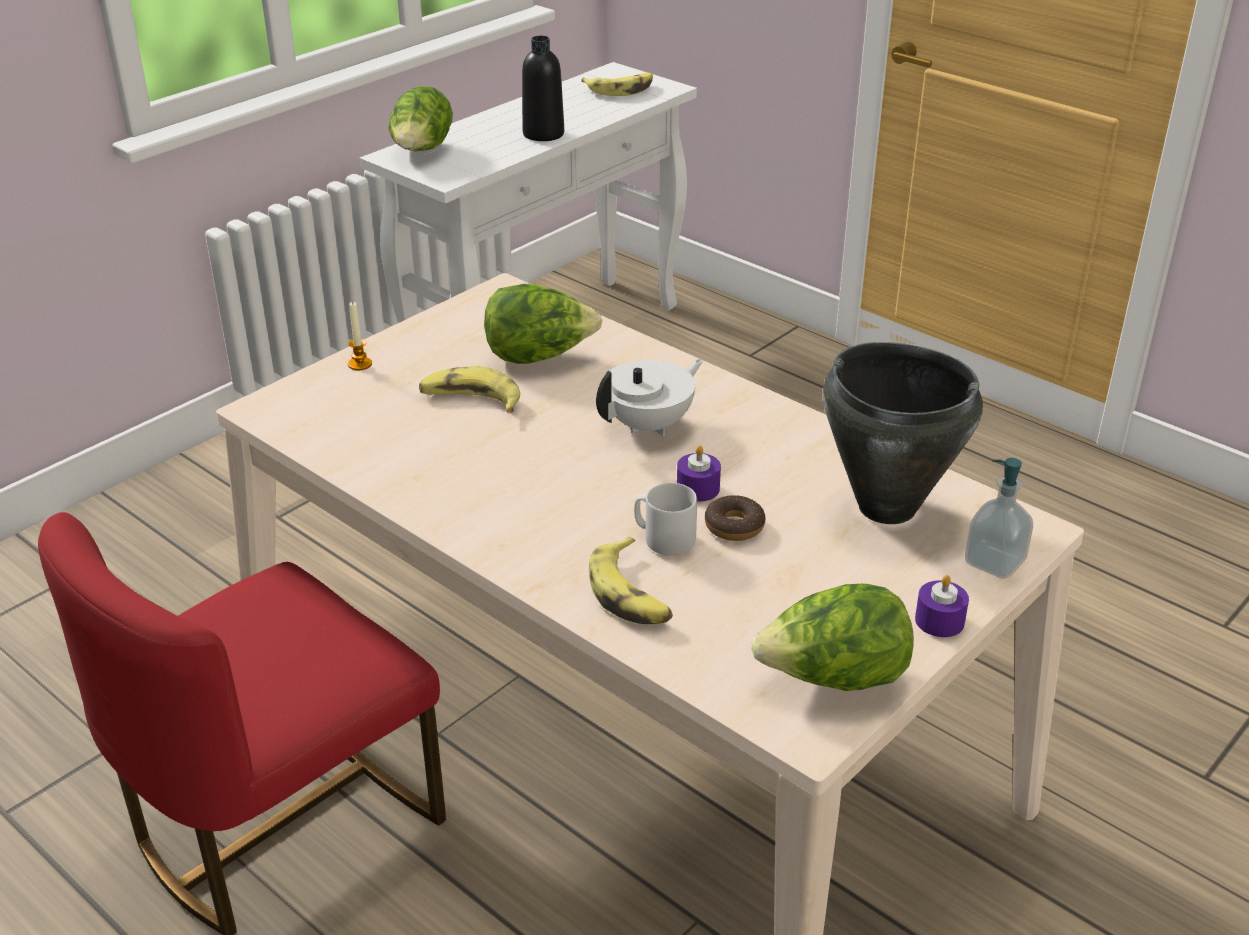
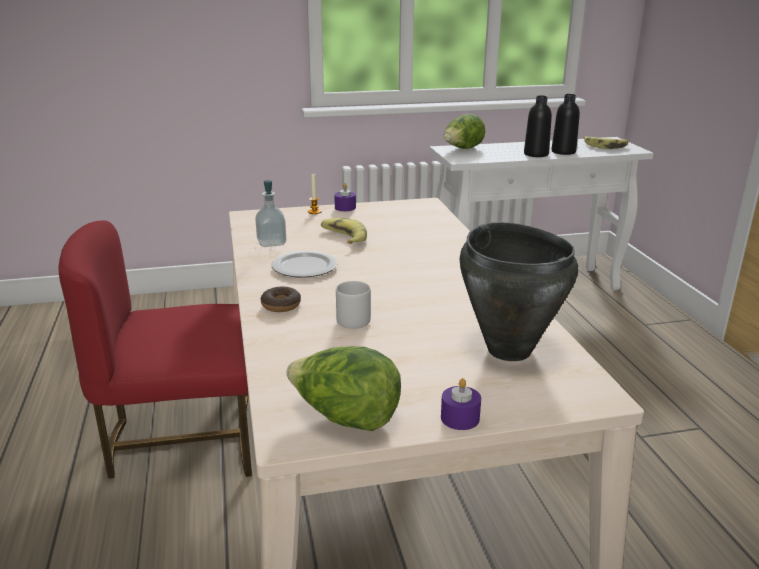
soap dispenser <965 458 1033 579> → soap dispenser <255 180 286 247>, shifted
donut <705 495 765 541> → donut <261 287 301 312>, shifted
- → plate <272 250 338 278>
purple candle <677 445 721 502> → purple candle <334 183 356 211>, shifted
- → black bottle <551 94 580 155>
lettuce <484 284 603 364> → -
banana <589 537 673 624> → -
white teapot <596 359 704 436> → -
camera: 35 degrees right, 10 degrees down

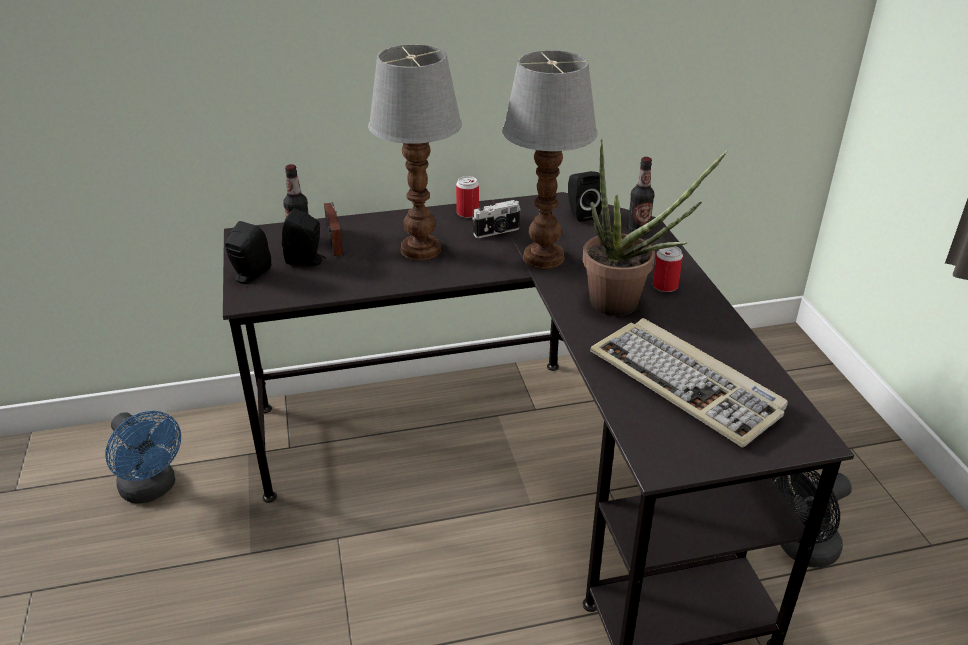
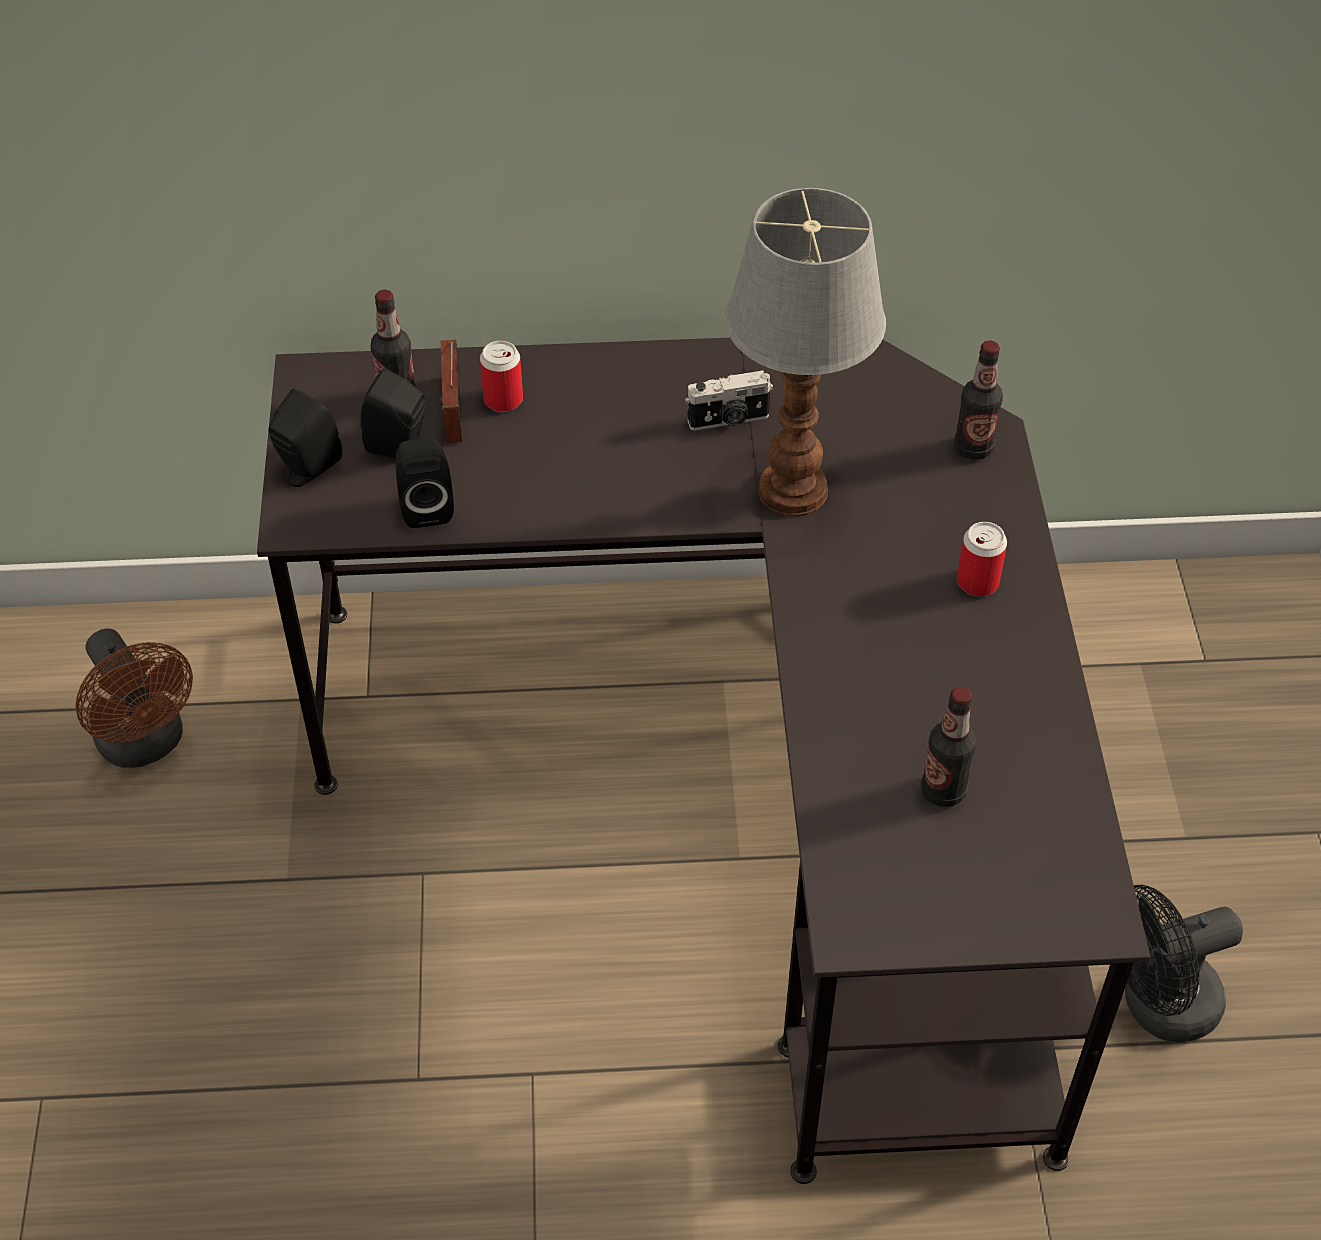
blue fan <105 411 181 504> → brown fan <75 628 193 768>
black speaker <568 171 602 222> → black speaker <396 438 454 528>, shifted
can <456 176 479 218> → can <480 341 523 412>, shifted
keyboard <590 318 788 448> → bottle <921 687 977 807>
table lamp <368 45 462 261> → -
potted plant <583 139 727 316> → -
camera: 10 degrees right, 15 degrees up

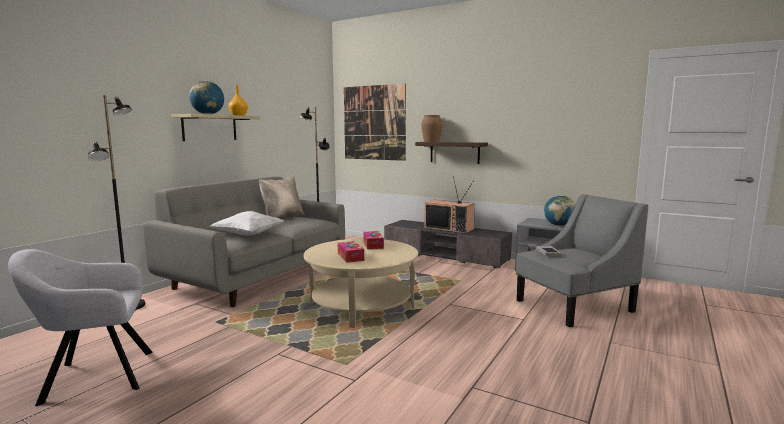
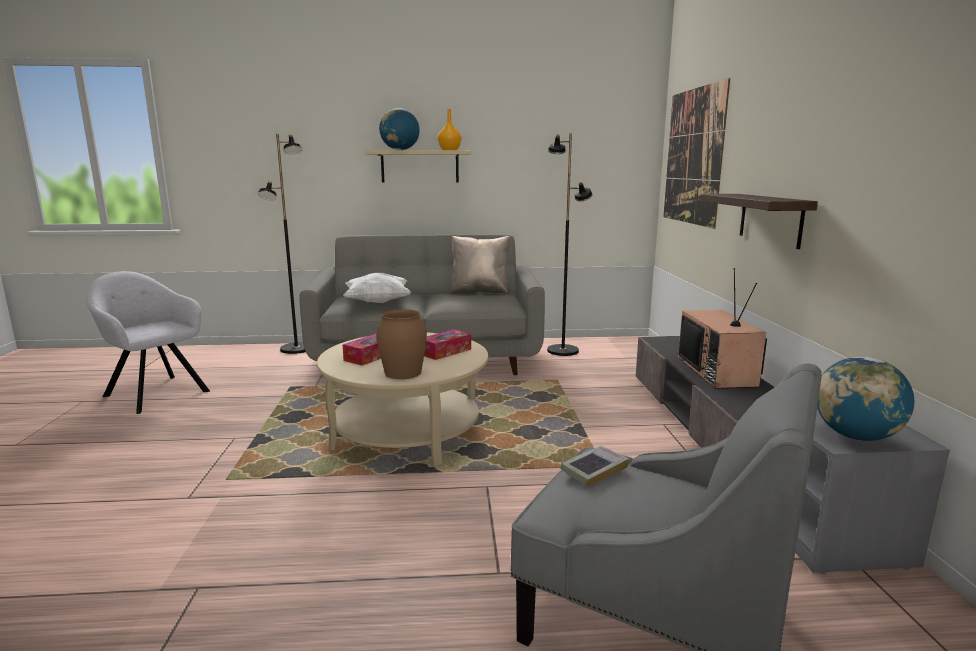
brown vase <421 115 443 142> → brown vase <376 309 427 379>, shifted
camera: 55 degrees right, 5 degrees up

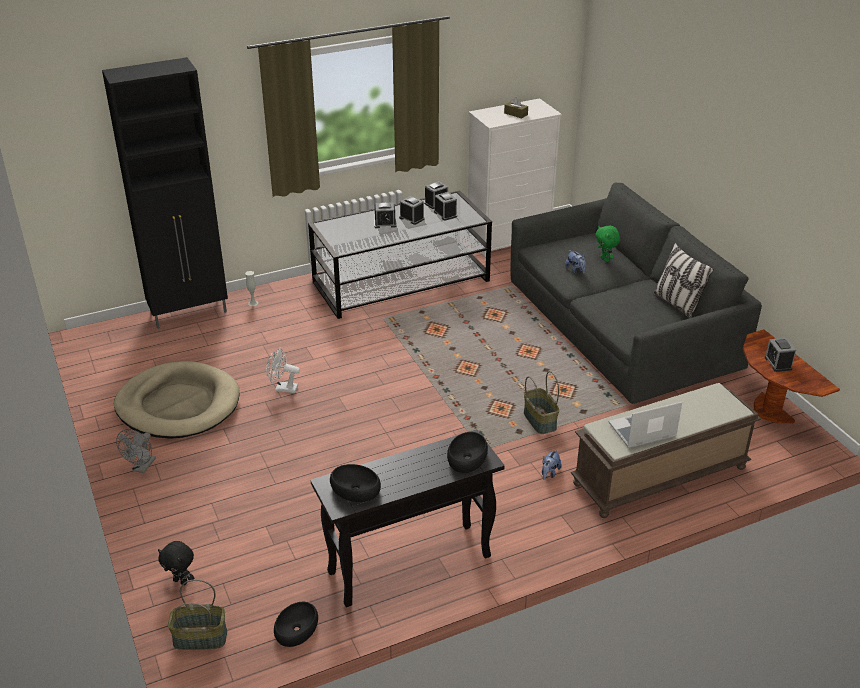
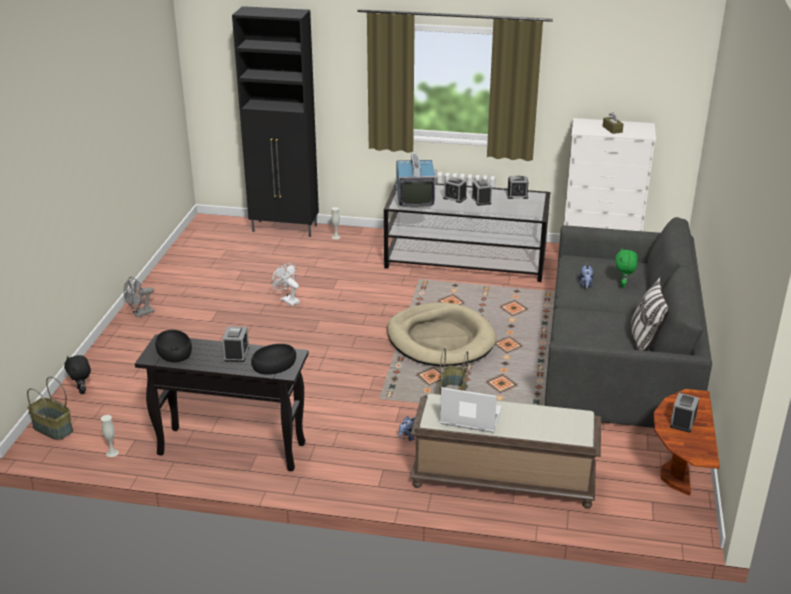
black bowl <274 602 318 647> → white vase <101 415 119 457>
alarm clock <434 192 457 221> → alarm clock <222 326 249 362>, shifted
beige dog bed <114 361 240 439> → beige dog bed <387 303 497 367>, shifted
- → television <396 153 437 208>
camera: 35 degrees right, 5 degrees down

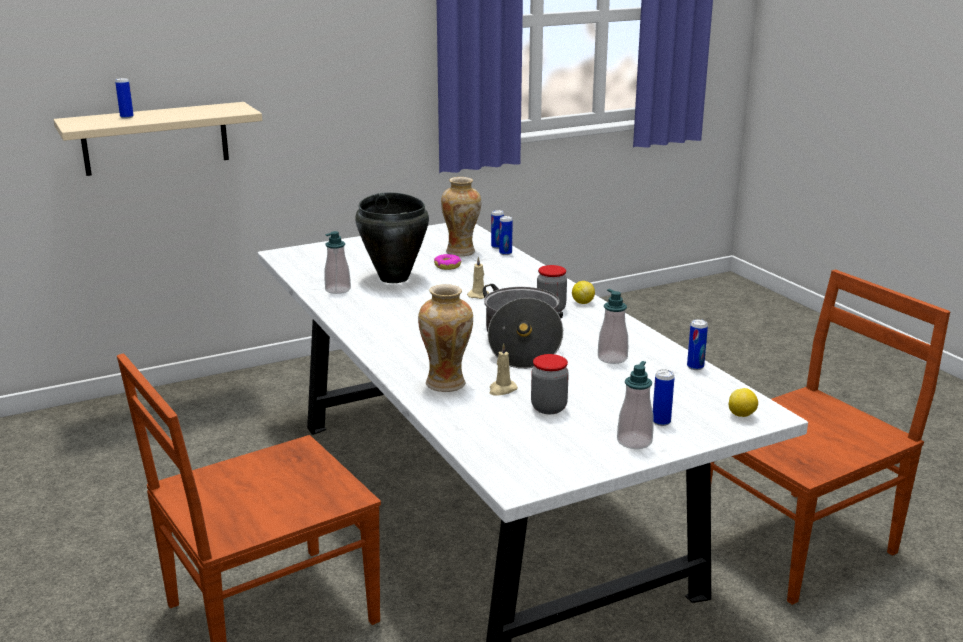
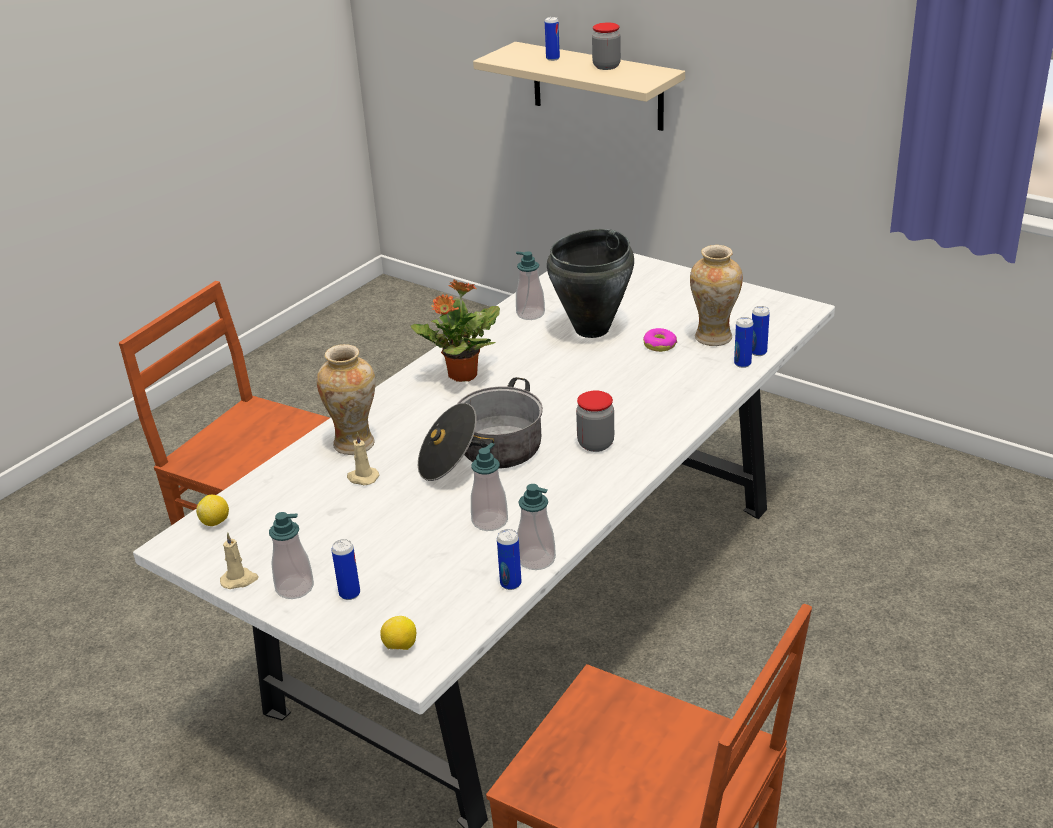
lemon <572 281 595 304> → lemon <196 495 229 526>, shifted
beige candle <467 256 489 299> → beige candle <220 532 259 589>, shifted
- → potted plant <411 280 500 382>
- → soap dispenser <517 484 556 570>
jar <531 354 569 414> → jar <592 22 621 70>, shifted
camera: 65 degrees right, 10 degrees up

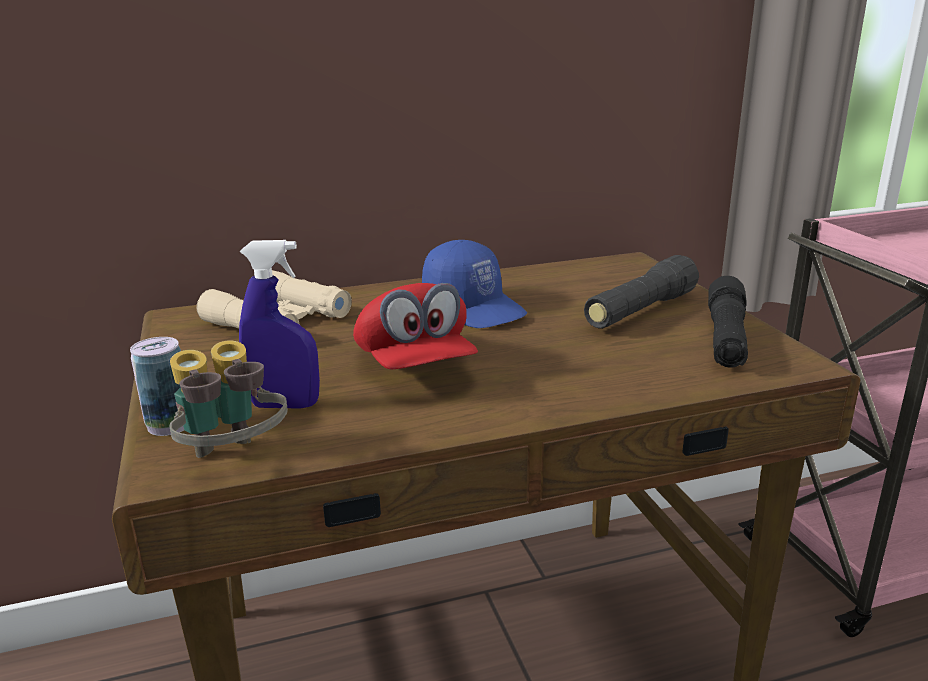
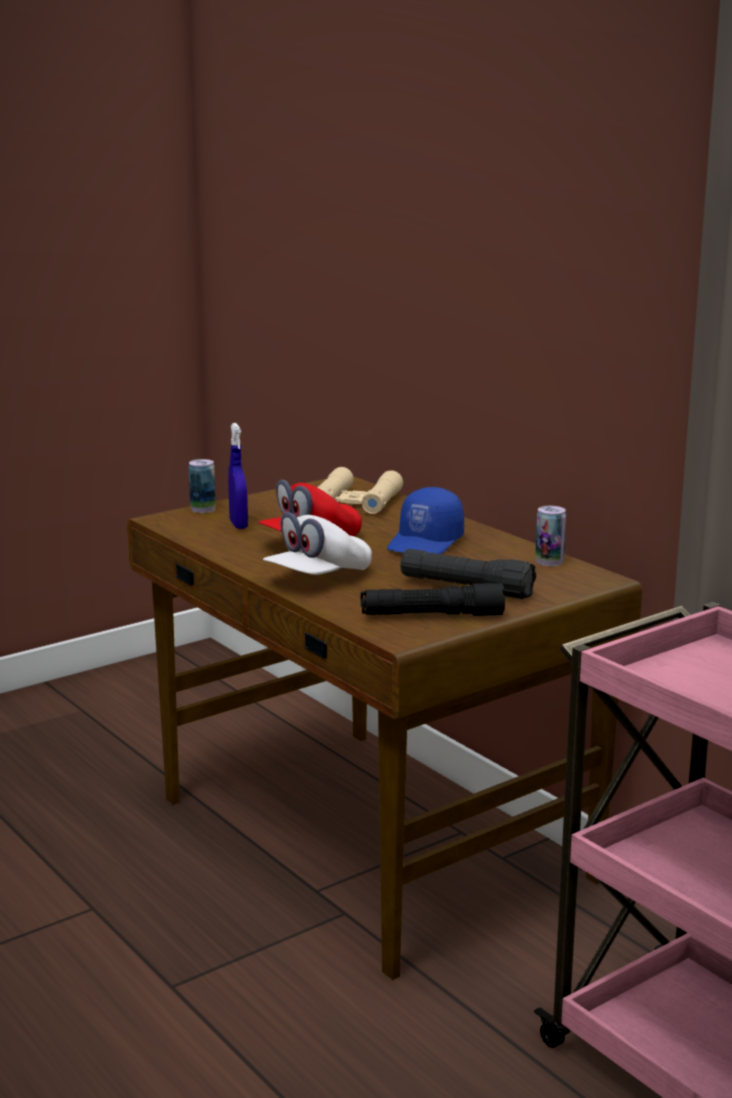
- → white cap <263 512 372 575>
- → can <535 506 566 566>
binoculars <170 340 288 458> → -
camera: 70 degrees right, 5 degrees down

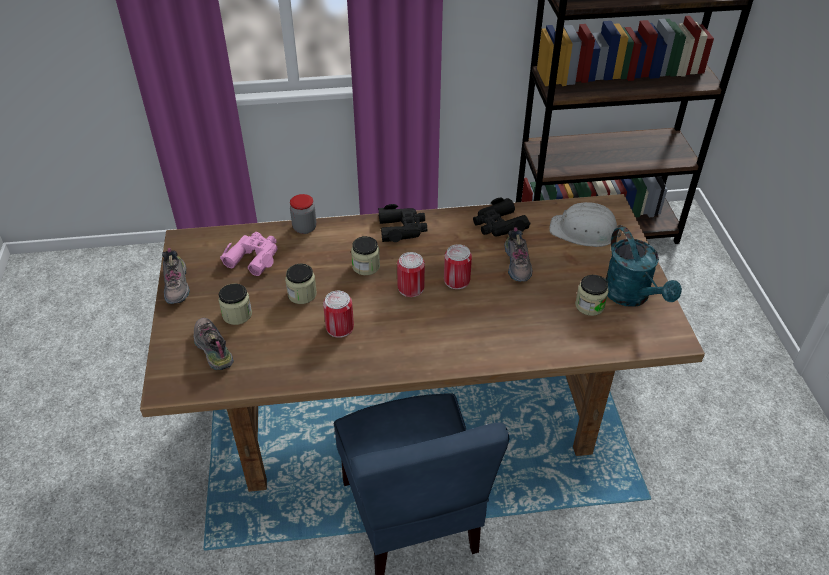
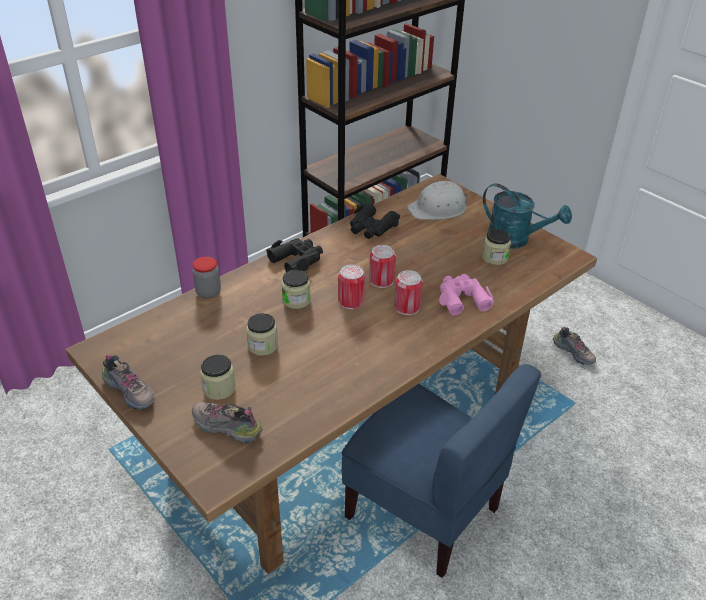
can <323 291 354 338> → can <394 270 423 315>, shifted
pink binoculars <220 232 278 276> → pink binoculars <439 274 494 315>, shifted
shoe <504 227 533 282> → shoe <553 327 596 365>, shifted
camera: 35 degrees left, 5 degrees down

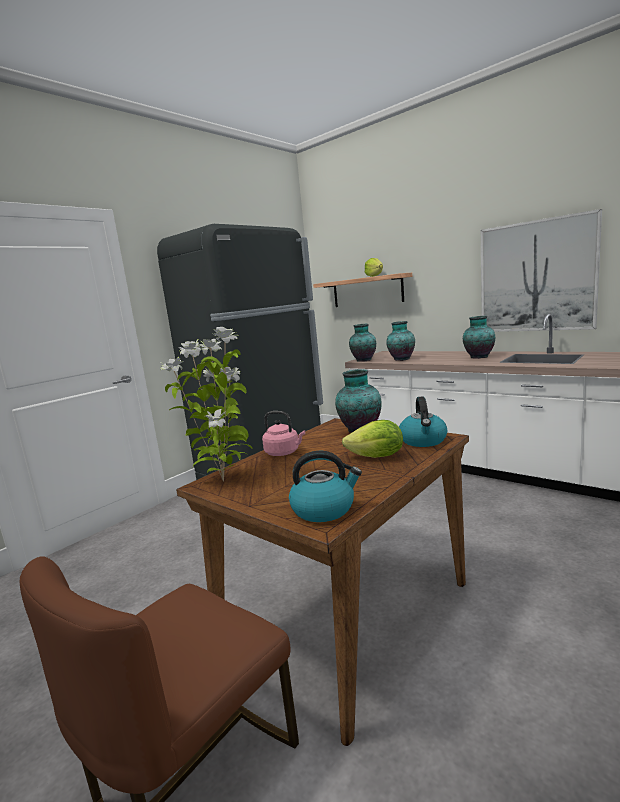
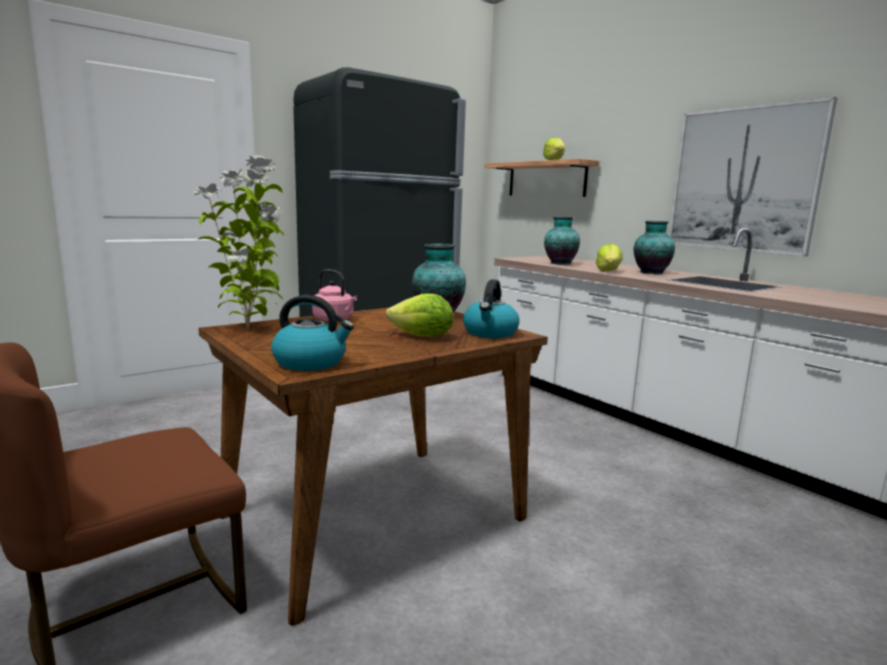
- → lettuce <596 244 622 271>
vase <349 324 376 362> → -
camera: 10 degrees right, 0 degrees up

